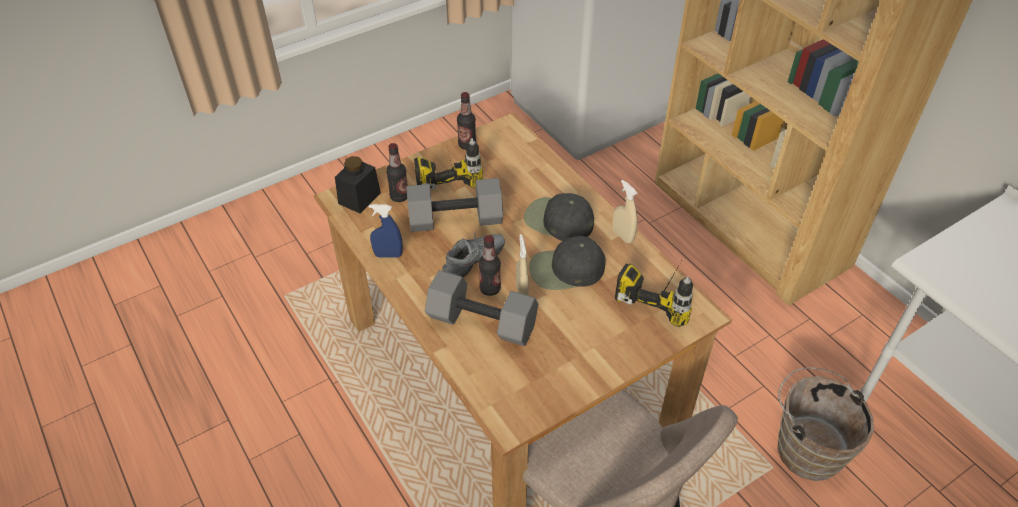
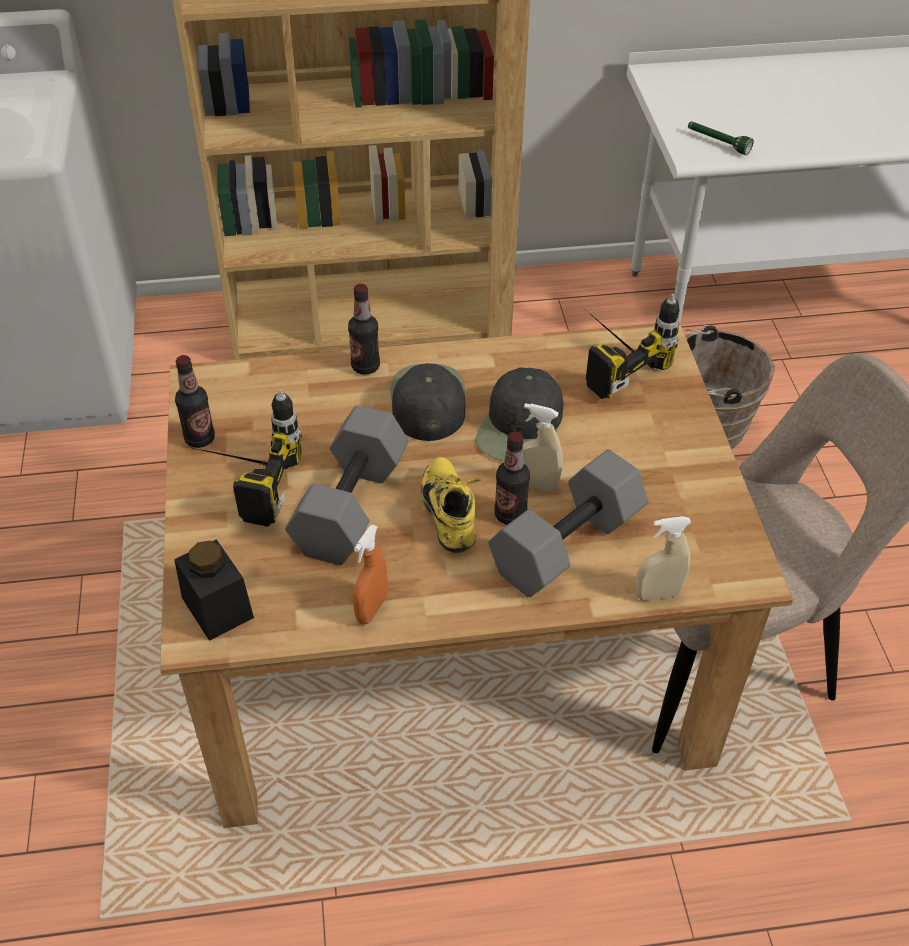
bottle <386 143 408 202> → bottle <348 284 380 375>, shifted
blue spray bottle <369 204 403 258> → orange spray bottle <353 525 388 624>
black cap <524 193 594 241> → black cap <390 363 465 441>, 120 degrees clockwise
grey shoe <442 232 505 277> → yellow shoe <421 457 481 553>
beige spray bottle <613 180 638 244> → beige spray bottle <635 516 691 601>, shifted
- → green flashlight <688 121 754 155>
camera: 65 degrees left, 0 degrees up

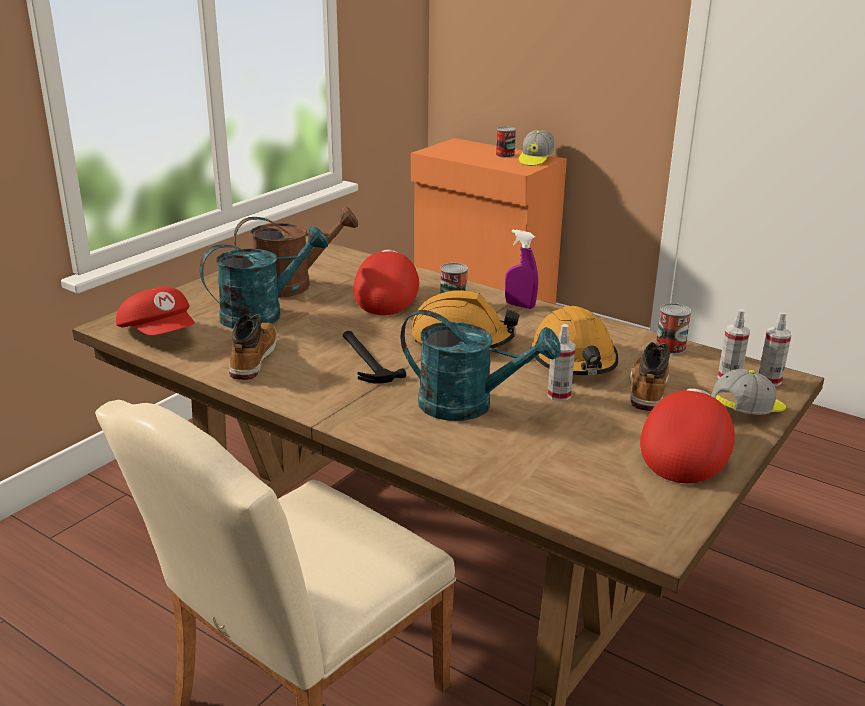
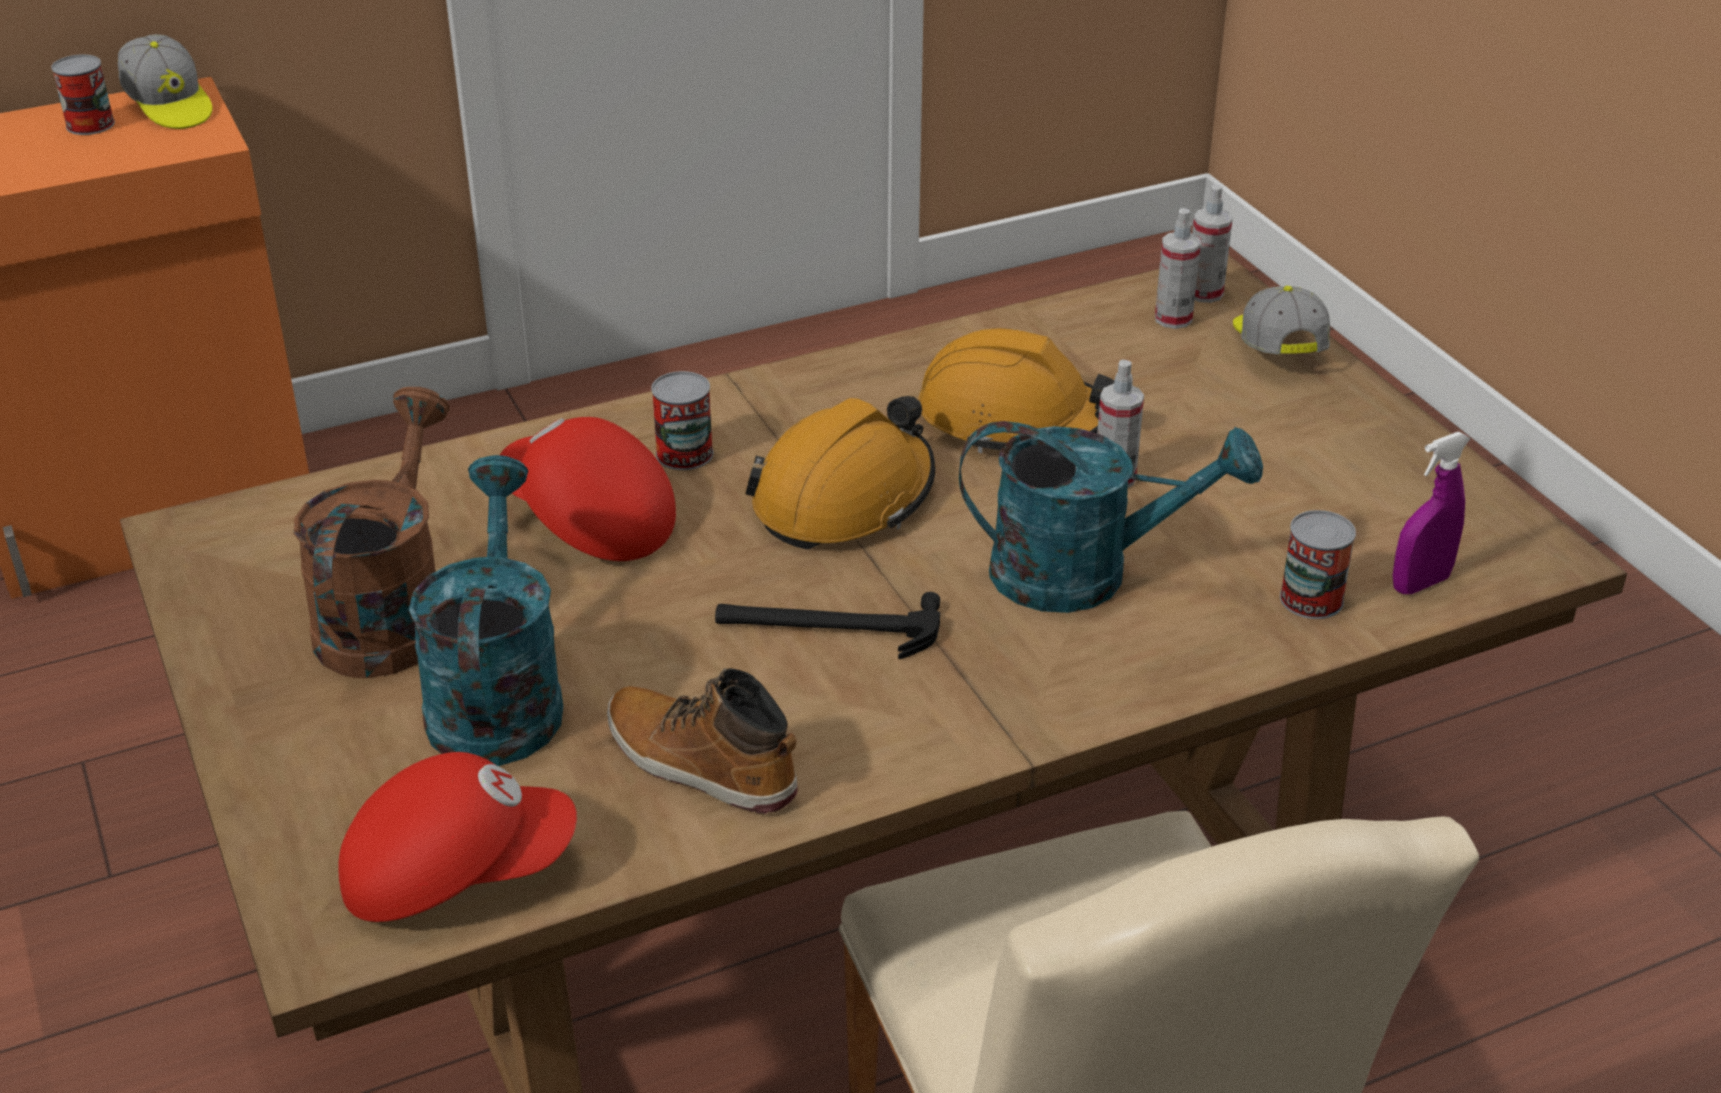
turquoise watering can <400 310 561 421> → turquoise watering can <959 421 1263 613>, 45 degrees clockwise
can <656 303 692 354> → can <1280 510 1356 619>, shifted
purple spray bottle <505 230 538 309> → purple spray bottle <1393 431 1471 594>, shifted
boot <630 342 670 411> → -
red cap <640 388 735 483> → -
camera: 60 degrees left, 10 degrees up

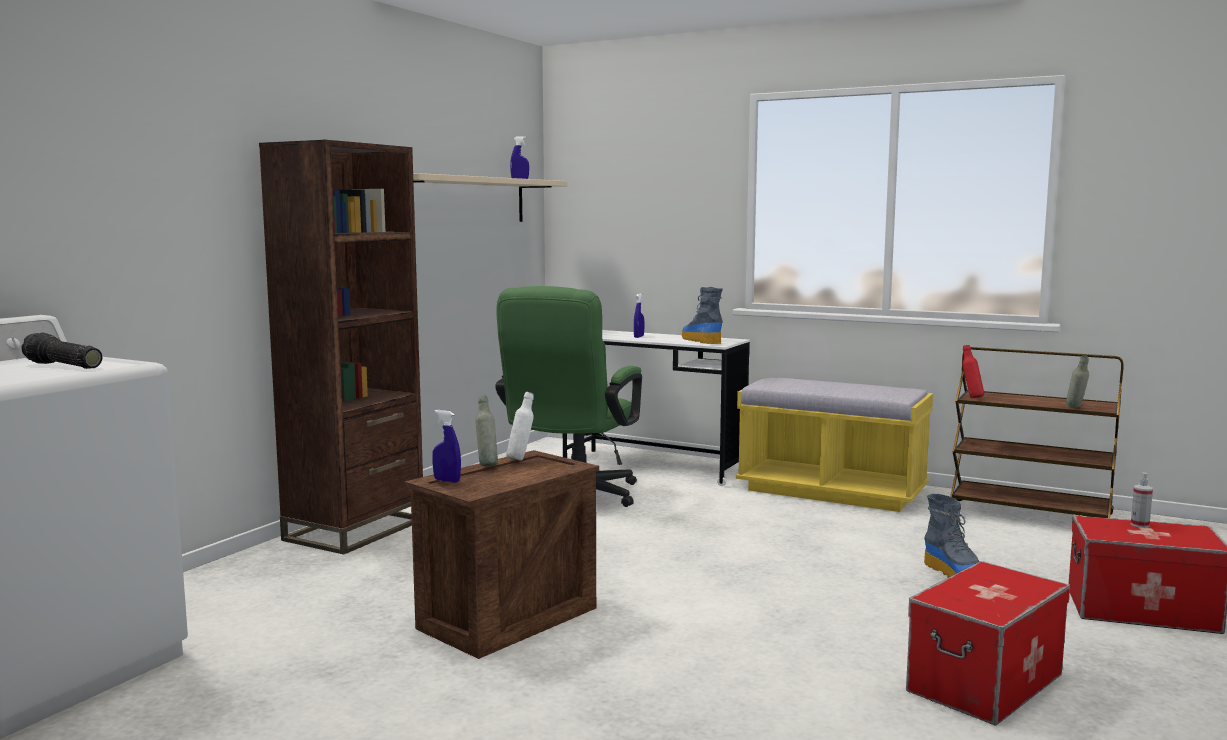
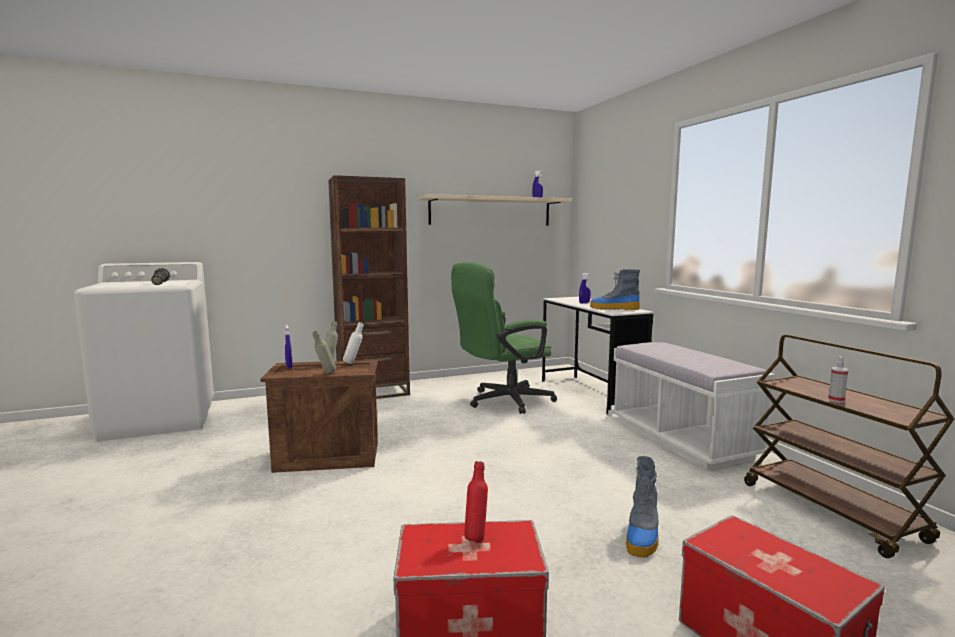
grey bottle <1066 355 1089 408> → grey bottle <313 331 336 374>, shifted
red bottle <962 345 984 398> → red bottle <464 461 488 542>, shifted
boot <682 287 723 344> → boot <590 269 640 310>, 90 degrees counterclockwise
yellow bench <736 378 933 512> → white bench <611 342 775 470>
spray bottle <1131 472 1153 528> → spray bottle <828 356 849 403>, shifted
camera: 40 degrees right, 0 degrees up

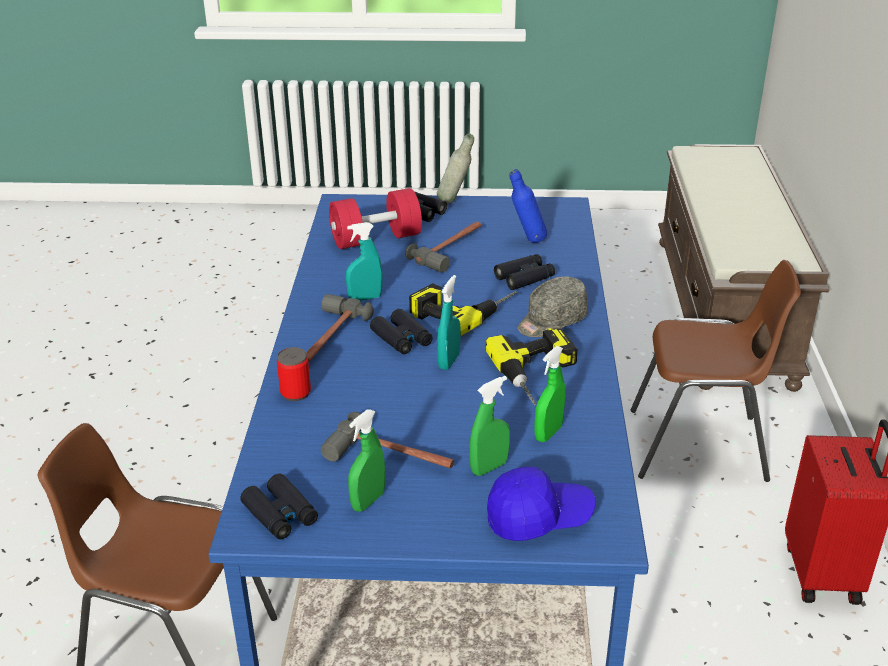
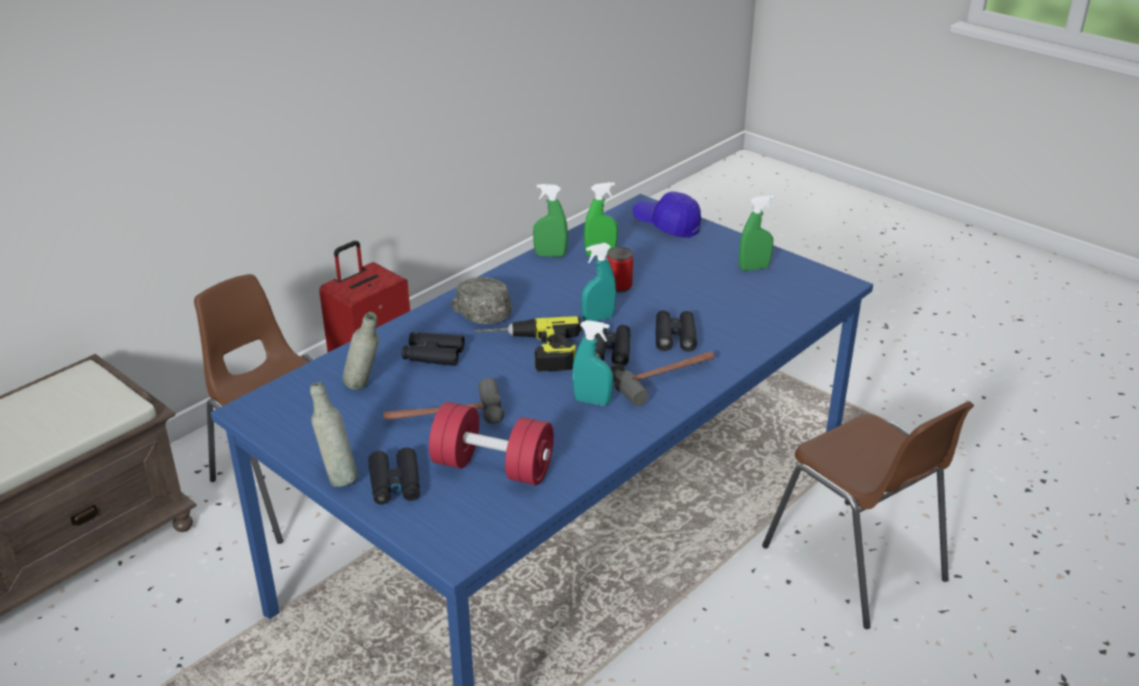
blue bottle <509 169 547 243> → grey bottle <343 312 379 390>
grey cap <518 276 588 337> → grey cap <451 277 512 324>, 135 degrees counterclockwise
green spray bottle <469 376 510 476> → green spray bottle <533 184 568 257>, shifted
can <277 347 311 401> → can <607 247 633 292>, shifted
black binoculars <240 474 318 539> → black binoculars <656 310 697 352>, shifted
hammer <321 412 454 468> → -
power drill <486 328 578 406> → -
camera: 140 degrees left, 0 degrees up

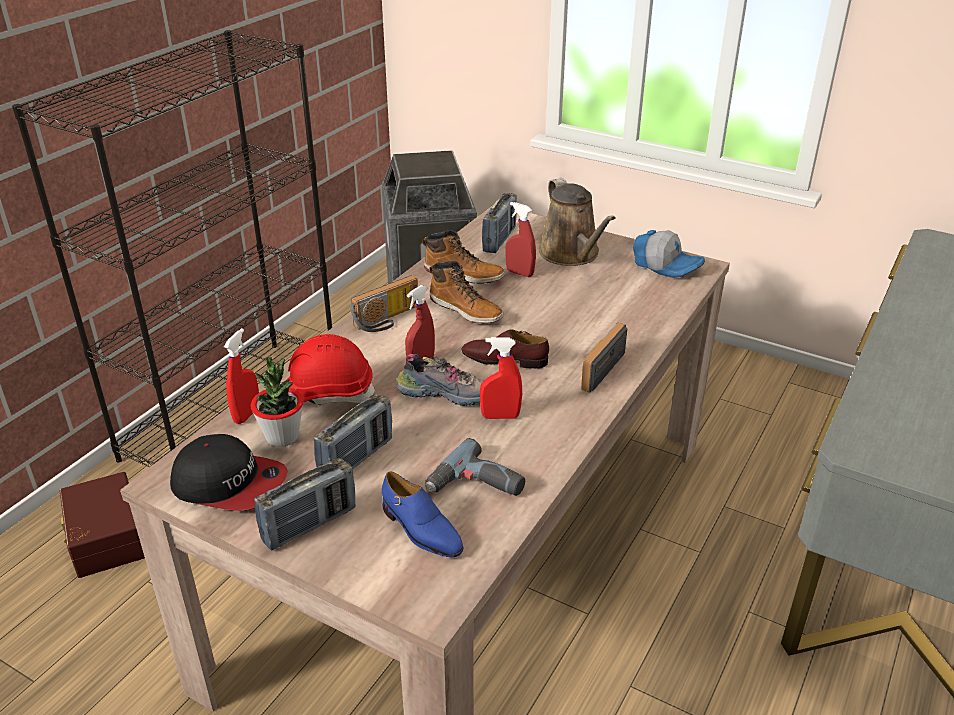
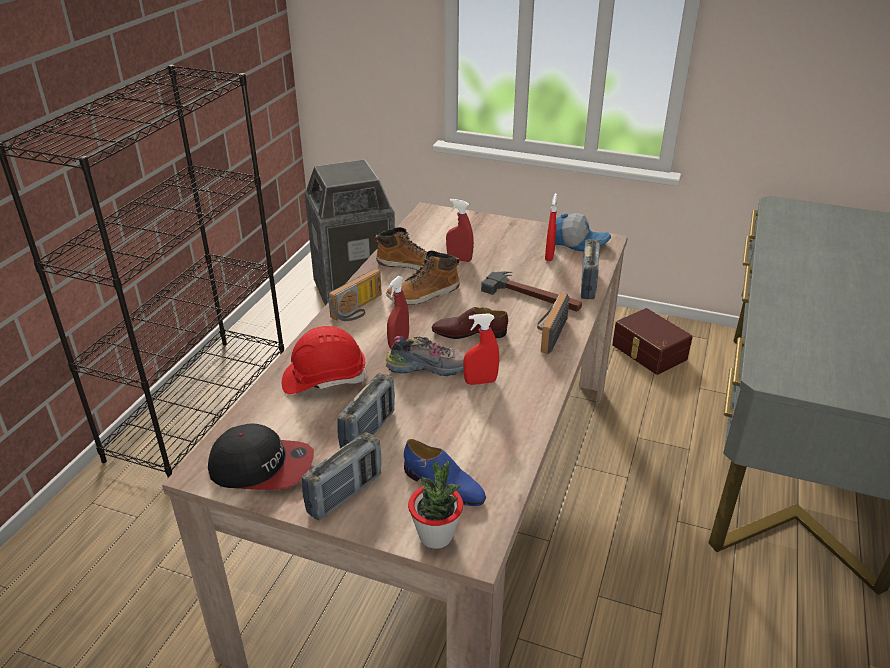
boot <429 261 504 324> → boot <386 250 460 305>, 120 degrees clockwise
potted plant <251 357 304 447> → potted plant <408 461 463 549>, shifted
- → hammer <481 271 582 312>
red spray bottle <224 328 259 424> → red spray bottle <545 193 557 261>, shifted
radio <482 193 517 253> → radio <581 239 600 299>, shifted
brown storage box <59 472 145 578> → brown storage box <612 308 693 375>, shifted
power drill <426 438 525 496> → -
brown watering can <539 178 616 266> → -
camera: 10 degrees left, 0 degrees up

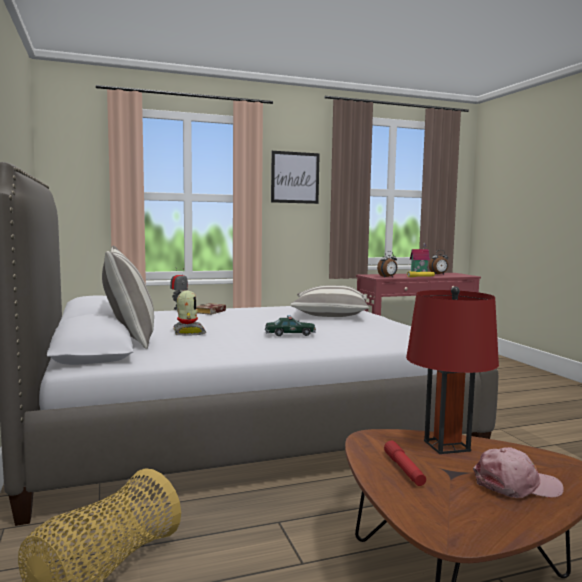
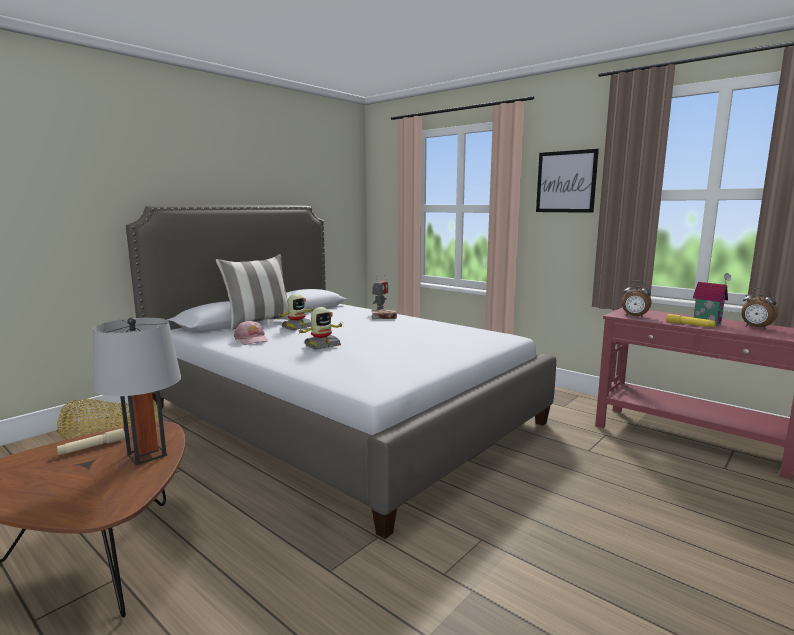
red flashlight <384 441 426 486> → beige flashlight <57 428 125 455>
red table lamp <406 287 499 454> → grey table lamp <93 317 181 465>
pink cap <473 447 564 498> → pink cap <234 320 268 345>, shifted
toy car <265 315 316 336> → toy robot <298 307 344 350>
pillow <290 285 369 317> → -
camera: 60 degrees right, 5 degrees up

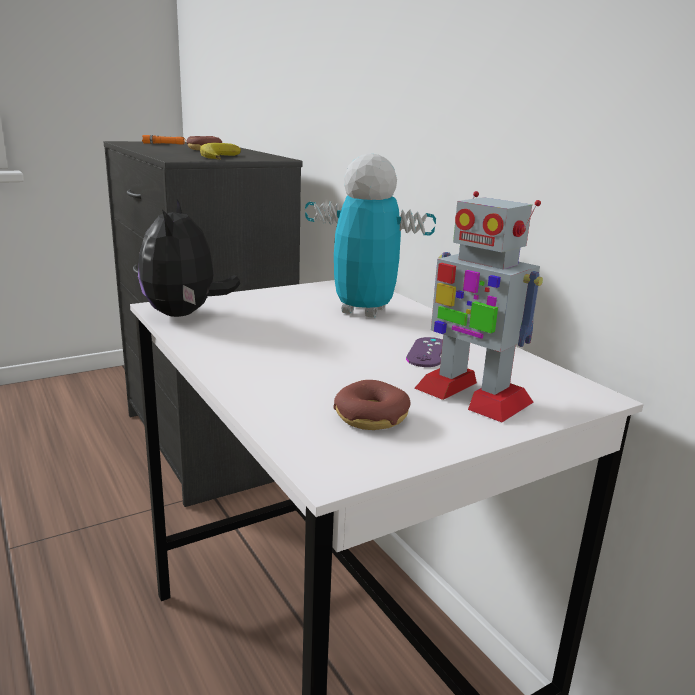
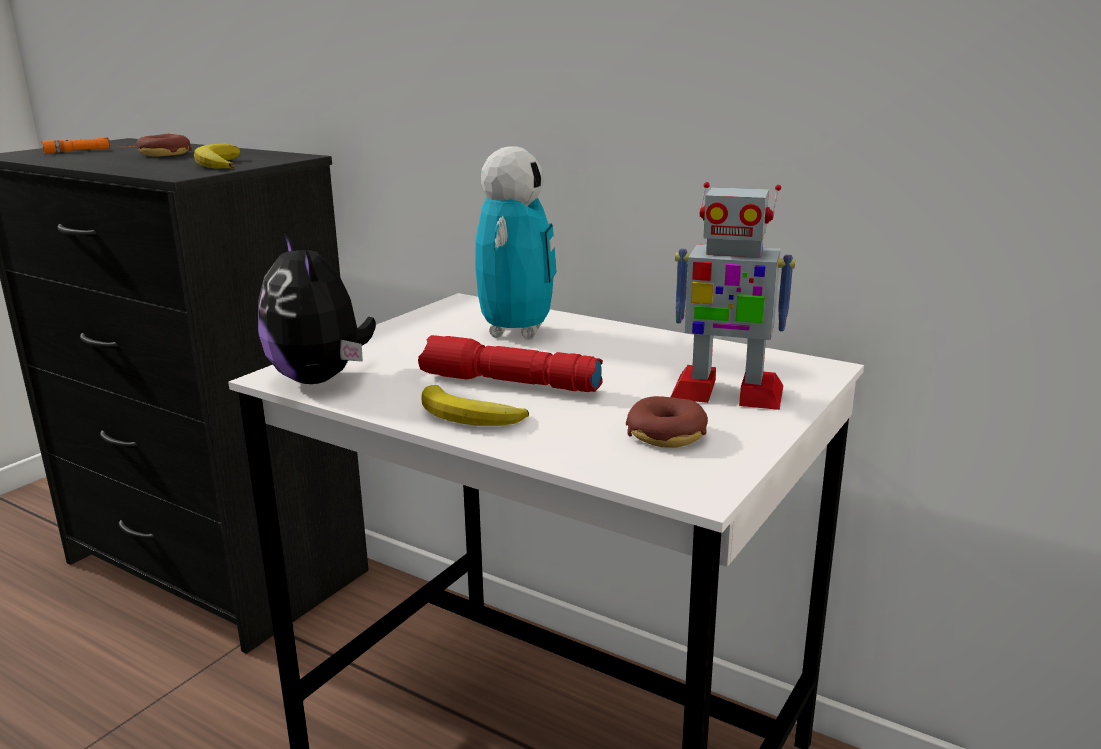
- → red flashlight <418 335 603 392>
- → banana <422 385 529 426>
toy robot <305 154 436 318> → toy robot <475 147 557 339>, 105 degrees clockwise
purple game controller <406 337 443 367> → -
camera: 25 degrees left, 0 degrees up

